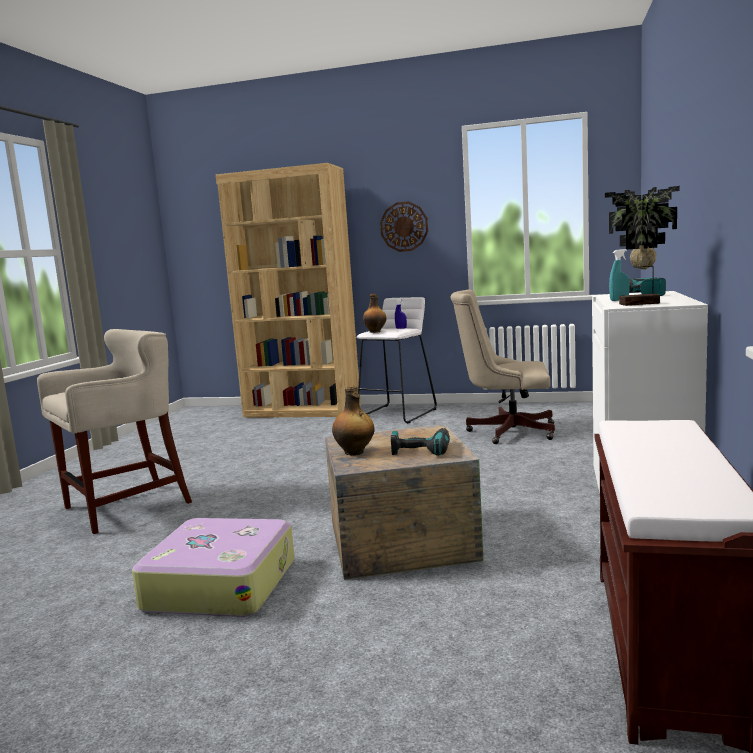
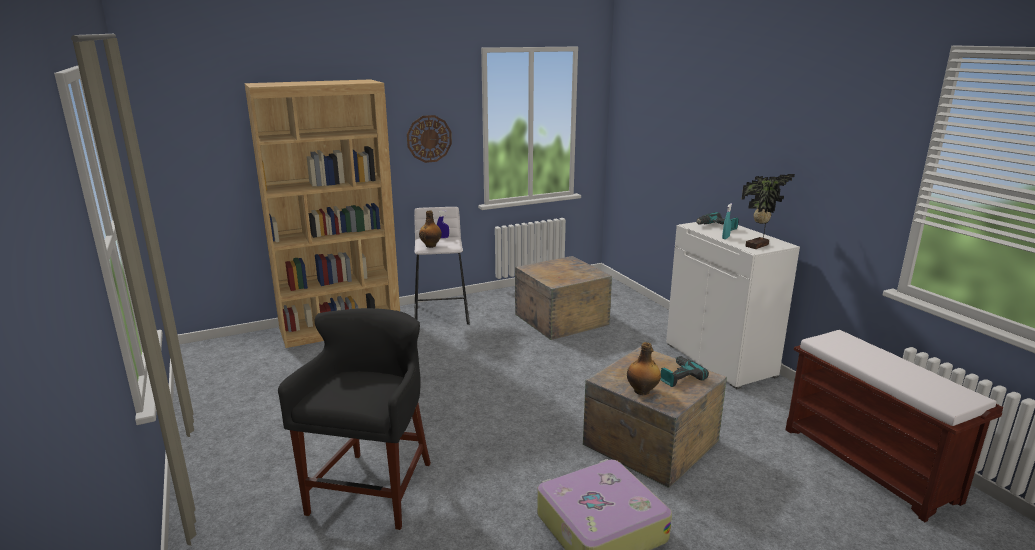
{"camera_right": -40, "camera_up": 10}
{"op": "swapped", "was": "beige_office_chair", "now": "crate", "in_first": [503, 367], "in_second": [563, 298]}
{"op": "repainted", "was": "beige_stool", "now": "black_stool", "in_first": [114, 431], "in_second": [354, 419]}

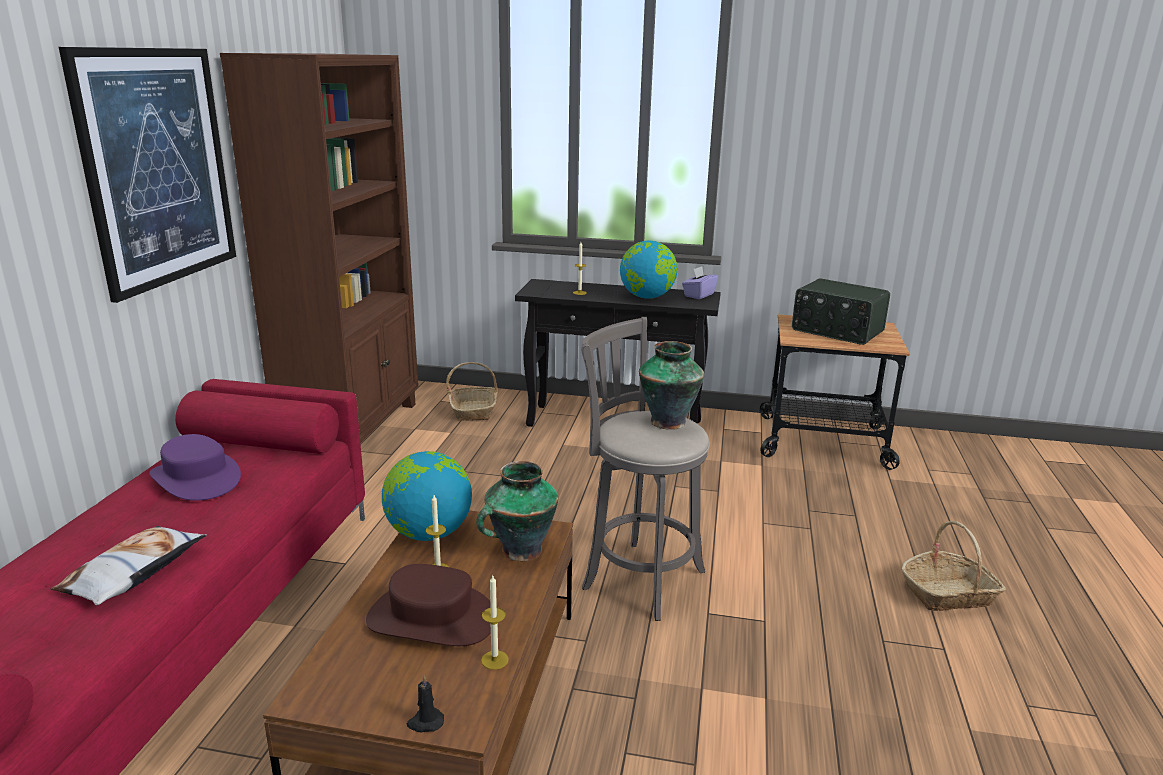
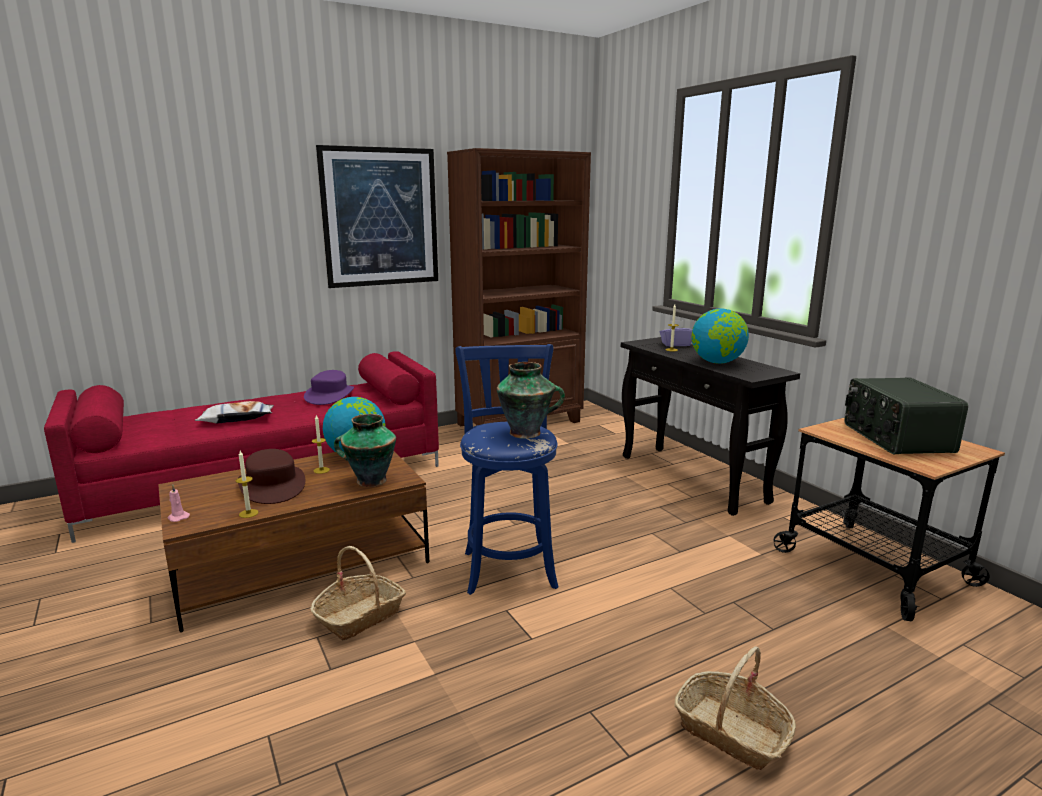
{"camera_right": 50, "camera_up": -5}
{"op": "shifted", "was": "basket", "in_first": [472, 391], "in_second": [358, 593]}
{"op": "shifted", "was": "purple_tissue_box", "in_first": [700, 282], "in_second": [676, 333]}
{"op": "repainted", "was": "black_candle", "now": "pink_candle", "in_first": [425, 704], "in_second": [179, 503]}
{"op": "repainted", "was": "grey_stool", "now": "blue_stool", "in_first": [645, 469], "in_second": [507, 469]}

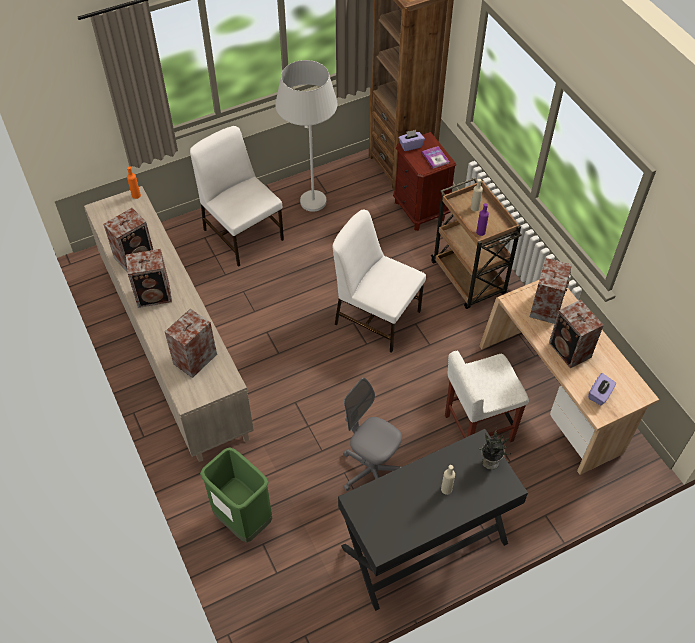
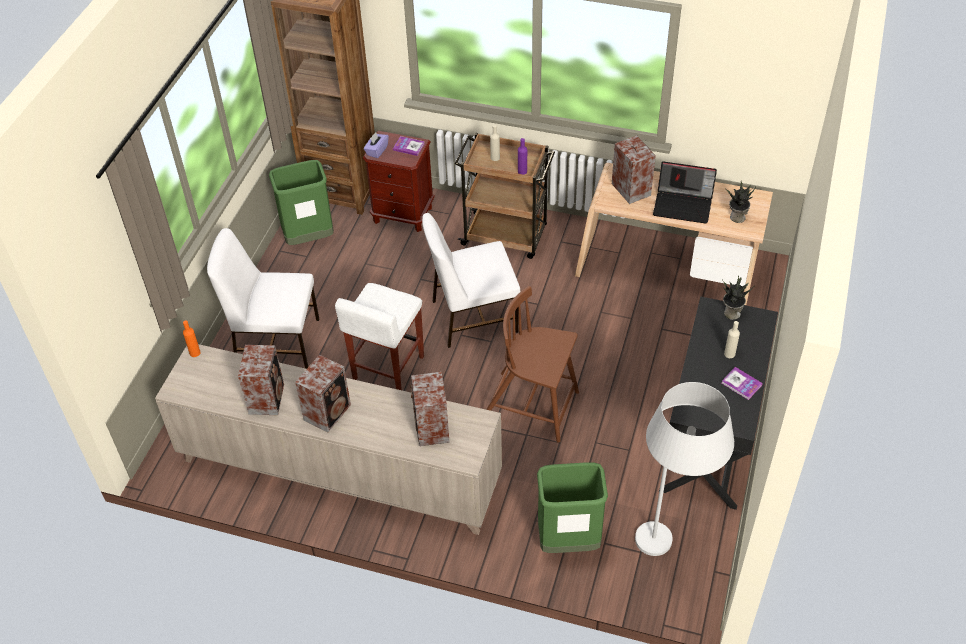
{"camera_right": -45, "camera_up": -5}
{"op": "gone", "was": "grey_office_chair", "in_first": [372, 434]}
{"op": "new", "now": "green_trash_can", "in_second": [301, 202]}
{"op": "new", "now": "brown_chair", "in_second": [532, 364]}
{"op": "new", "now": "book", "in_second": [742, 383]}
{"op": "shifted", "was": "white_floor_lamp", "in_first": [306, 136], "in_second": [684, 469]}
{"op": "shifted", "was": "white_stool", "in_first": [487, 396], "in_second": [379, 336]}
{"op": "swapped", "was": "speaker", "now": "laptop", "in_first": [576, 334], "in_second": [685, 192]}
{"op": "swapped", "was": "purple_tissue_box", "now": "potted_plant", "in_first": [602, 389], "in_second": [740, 202]}

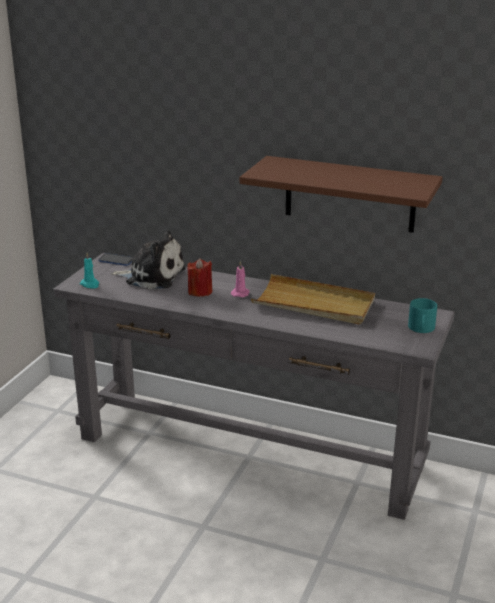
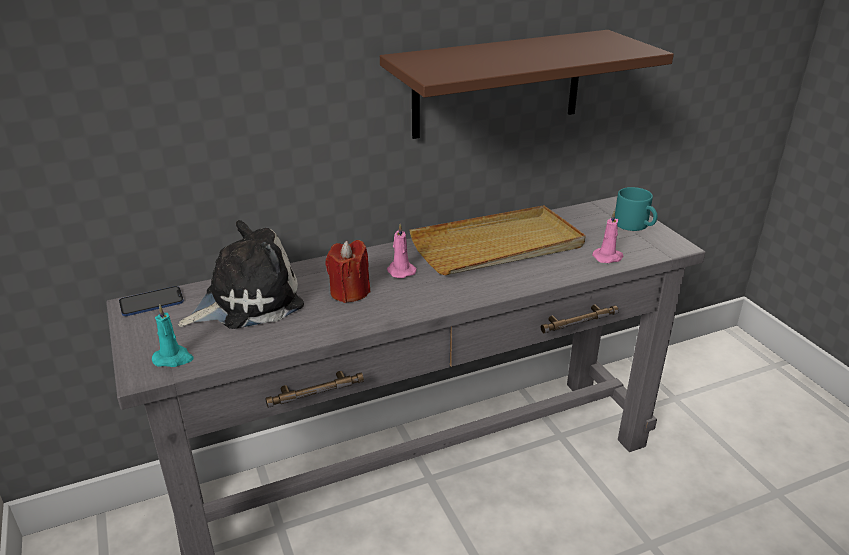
{"camera_right": -45, "camera_up": 5}
{"op": "new", "now": "pink_candle", "in_second": [608, 236]}

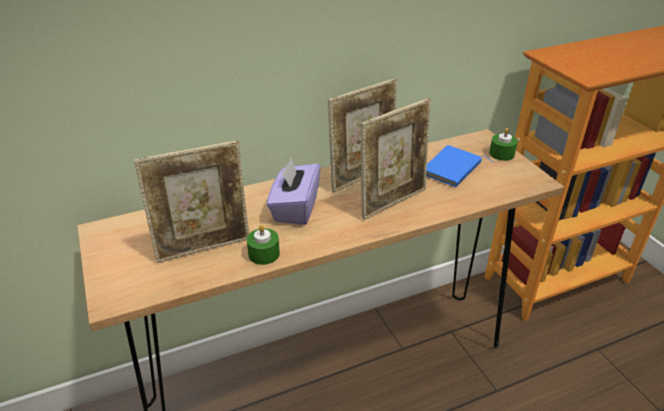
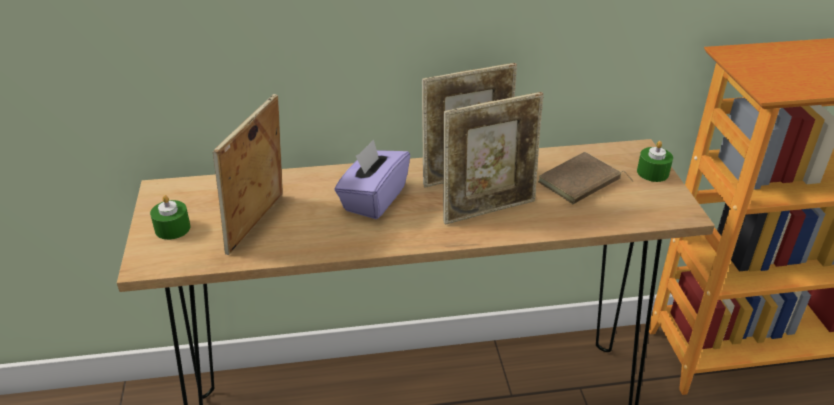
{"camera_right": 15, "camera_up": 0}
{"op": "shifted", "was": "green_candle", "in_first": [263, 244], "in_second": [170, 217]}
{"op": "repainted", "was": "blue_book", "now": "brown_book", "in_first": [459, 166], "in_second": [585, 178]}
{"op": "rotated", "was": "picture_frame", "in_first": [191, 201], "in_second": [248, 174], "clockwise": 120}

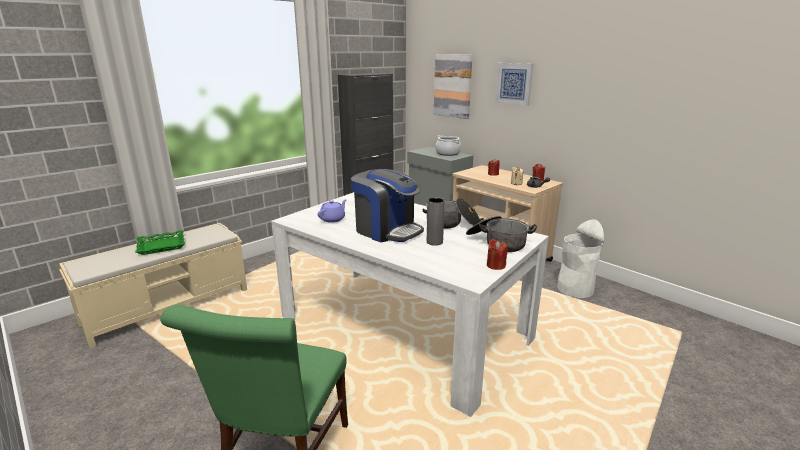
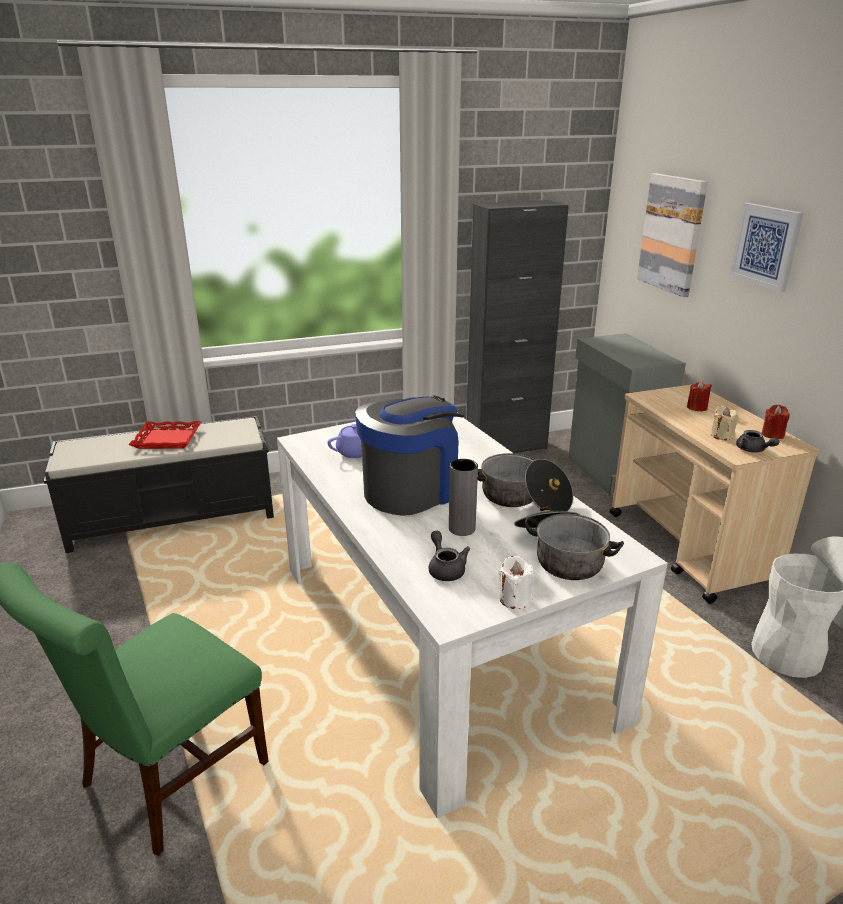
{"camera_right": 25, "camera_up": 5}
{"op": "gone", "was": "cooking_pot", "in_first": [448, 145]}
{"op": "new", "now": "grey_teapot", "in_second": [449, 556]}
{"op": "repainted", "was": "beige_bench", "now": "black_bench", "in_first": [153, 285], "in_second": [159, 484]}
{"op": "repainted", "was": "green_tray", "now": "red_tray", "in_first": [160, 242], "in_second": [164, 435]}
{"op": "repainted", "was": "red_candle", "now": "white_candle", "in_first": [497, 254], "in_second": [516, 582]}
{"op": "rotated", "was": "coffee_machine", "in_first": [387, 205], "in_second": [410, 456], "clockwise": -105}

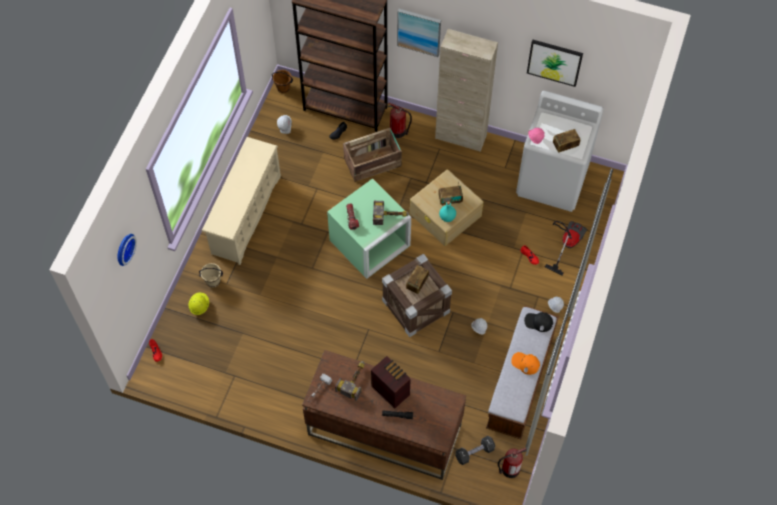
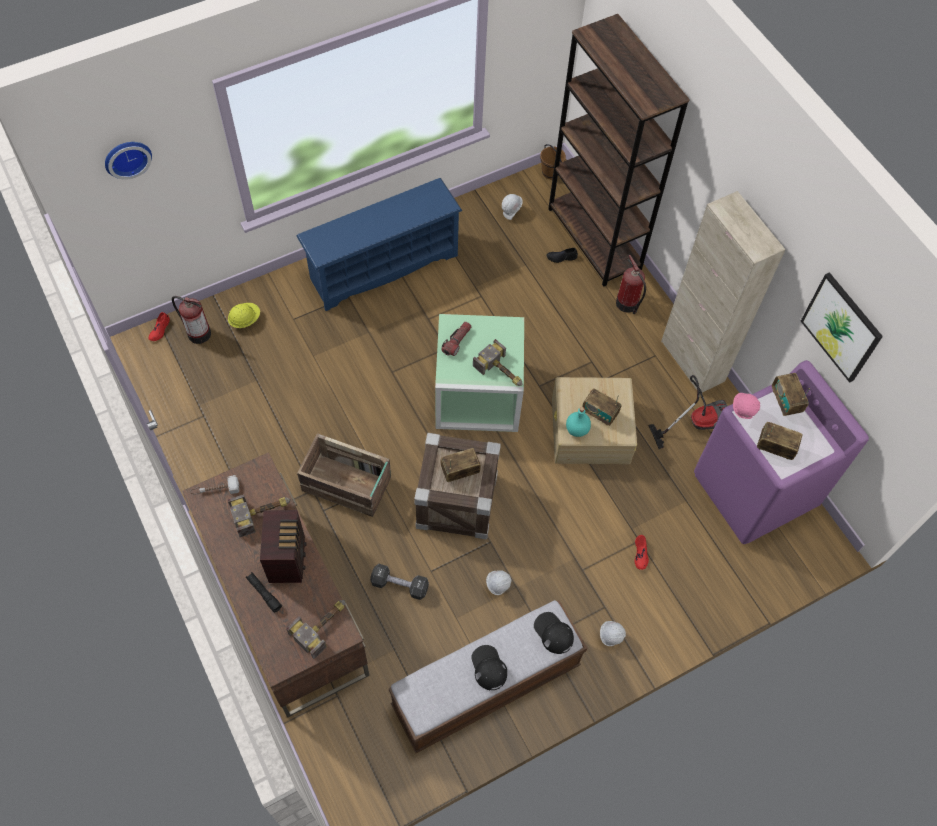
{"camera_right": 40, "camera_up": 0}
{"op": "gone", "was": "beige_bucket", "in_first": [211, 275]}
{"op": "gone", "was": "picture", "in_first": [419, 33]}
{"op": "new", "now": "hammer", "in_second": [316, 629]}
{"op": "new", "now": "radio", "in_second": [791, 394]}
{"op": "shifted", "was": "crate", "in_first": [372, 155], "in_second": [344, 475]}
{"op": "shifted", "was": "black_dumbbell", "in_first": [475, 450], "in_second": [399, 582]}
{"op": "shifted", "was": "fire_extinguisher", "in_first": [512, 463], "in_second": [191, 320]}
{"op": "shifted", "was": "vacuum_cleaner", "in_first": [566, 248], "in_second": [688, 412]}
{"op": "repainted", "was": "beige_shoe_rack", "now": "blue_shoe_rack", "in_first": [241, 201], "in_second": [379, 244]}
{"op": "repainted", "was": "orange_cap", "now": "black_cap", "in_first": [525, 363], "in_second": [489, 667]}
{"op": "repainted", "was": "white_washing_machine", "now": "purple_washing_machine", "in_first": [560, 151], "in_second": [781, 452]}

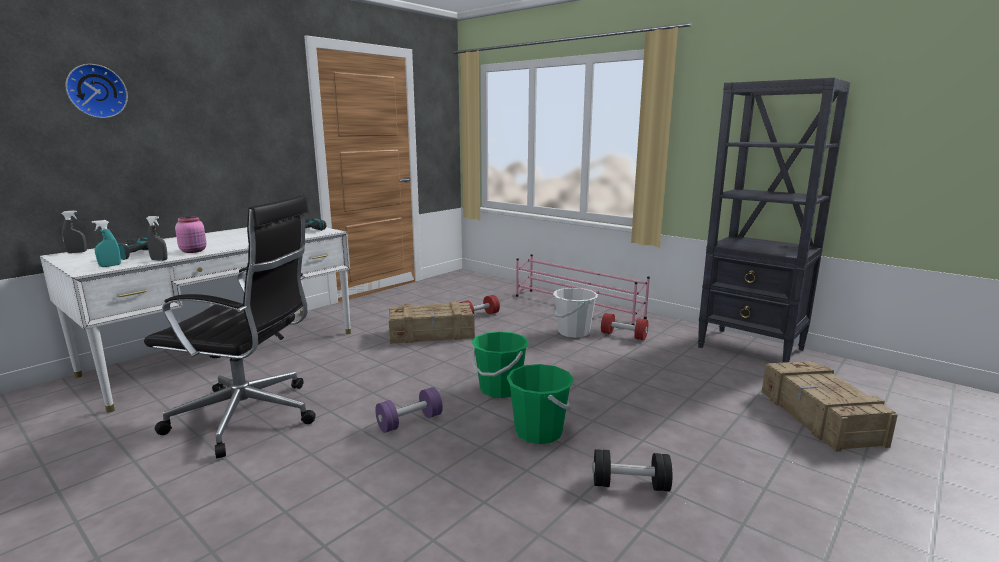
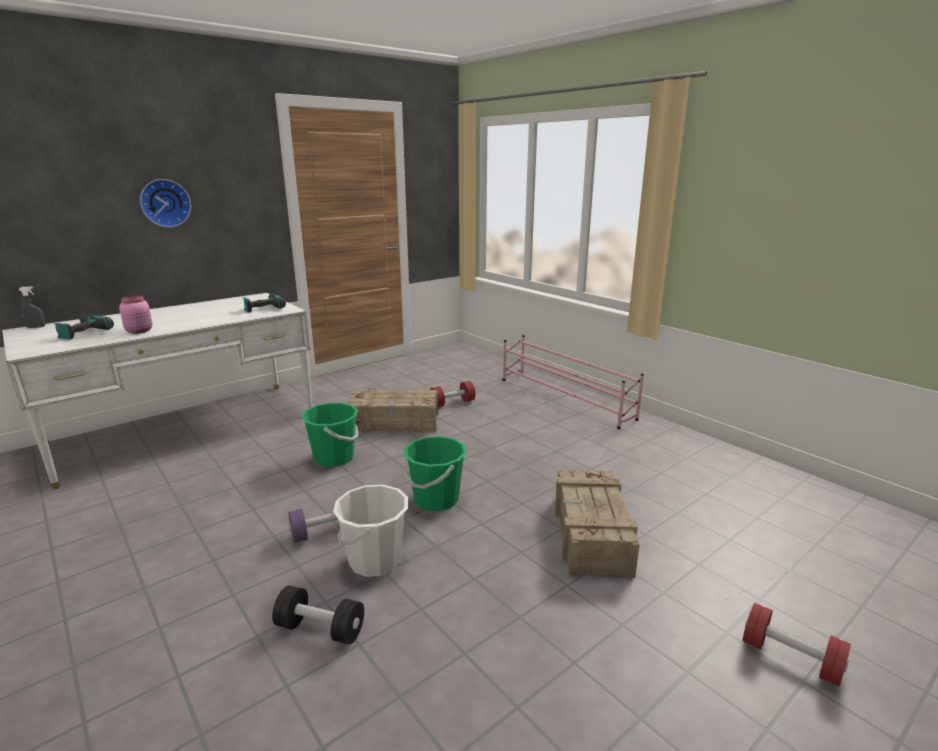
{"camera_right": 10, "camera_up": 5}
{"op": "gone", "was": "turquoise_spray_bottle", "in_first": [106, 243]}
{"op": "gone", "was": "black_office_chair", "in_first": [230, 326]}
{"op": "gone", "was": "grey_spray_bottle", "in_first": [157, 238]}
{"op": "gone", "was": "black_bookcase", "in_first": [773, 220]}
{"op": "shifted", "was": "wall_clock", "in_first": [96, 91], "in_second": [165, 203]}
{"op": "shifted", "was": "green_bucket", "in_first": [540, 404], "in_second": [330, 435]}
{"op": "shifted", "was": "white_bucket", "in_first": [575, 313], "in_second": [370, 531]}
{"op": "shifted", "was": "black_dumbbell", "in_first": [632, 470], "in_second": [318, 615]}
{"op": "shifted", "was": "red_dumbbell", "in_first": [624, 326], "in_second": [797, 645]}
{"op": "shifted", "was": "crate", "in_first": [830, 406], "in_second": [597, 523]}

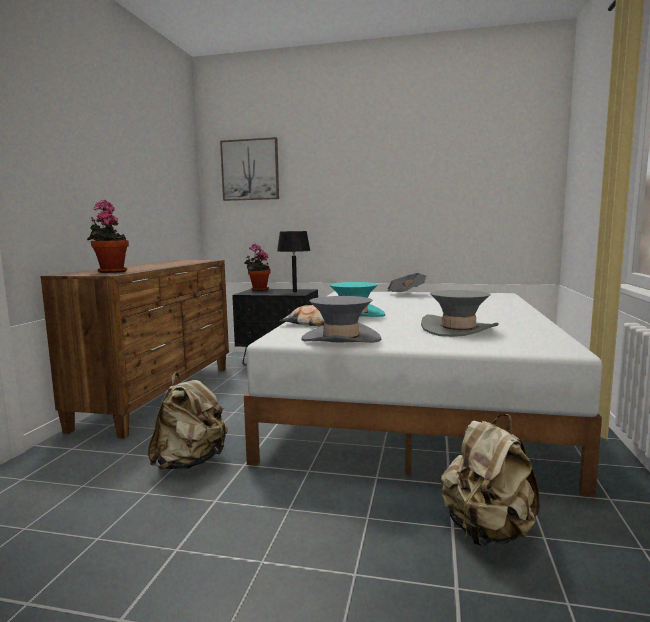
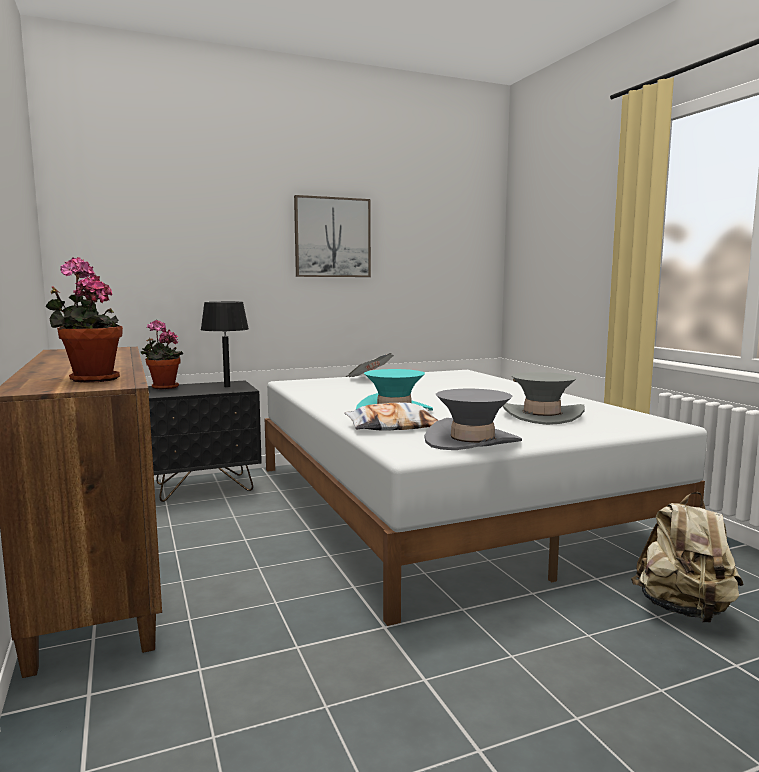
{"camera_right": -35, "camera_up": 0}
{"op": "gone", "was": "beige_backpack", "in_first": [188, 421]}
{"op": "shifted", "was": "picture", "in_first": [249, 169], "in_second": [332, 236]}

